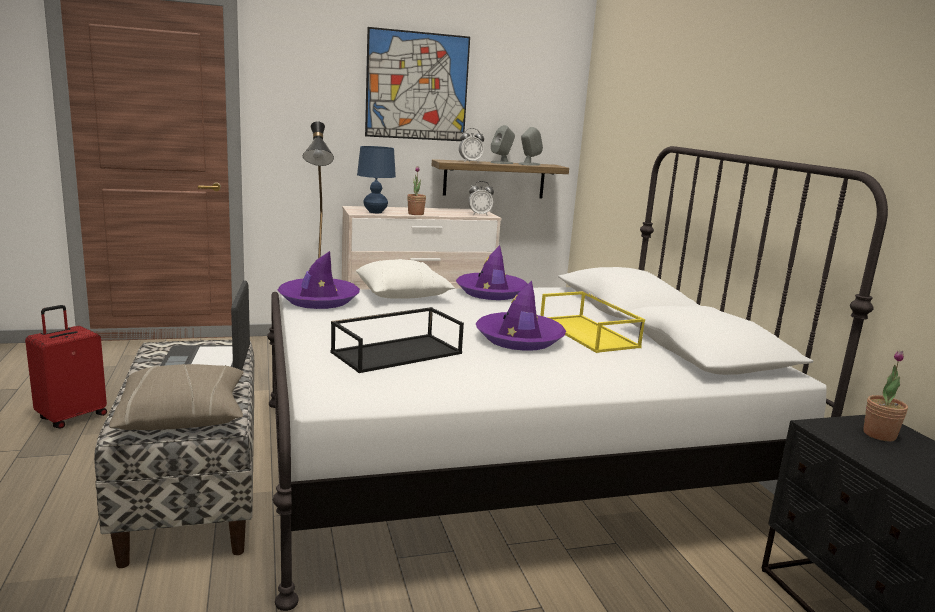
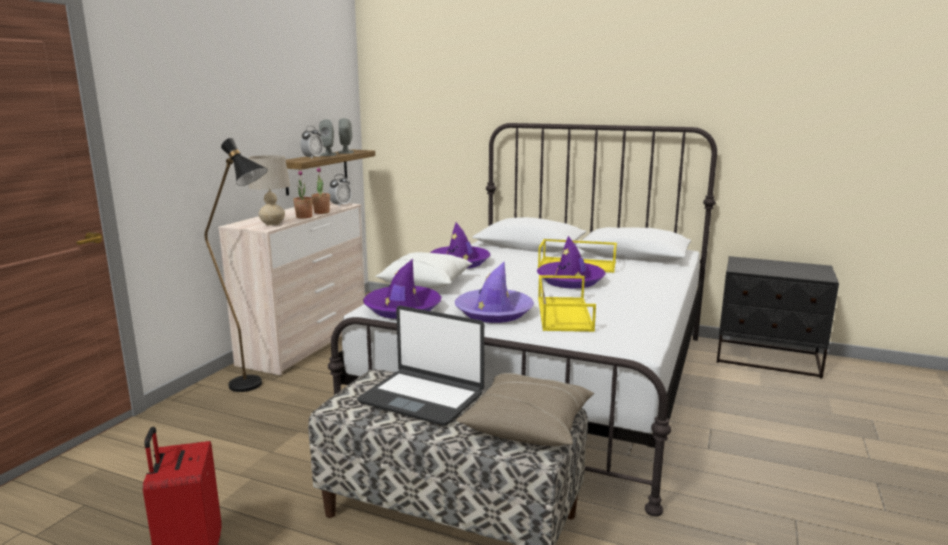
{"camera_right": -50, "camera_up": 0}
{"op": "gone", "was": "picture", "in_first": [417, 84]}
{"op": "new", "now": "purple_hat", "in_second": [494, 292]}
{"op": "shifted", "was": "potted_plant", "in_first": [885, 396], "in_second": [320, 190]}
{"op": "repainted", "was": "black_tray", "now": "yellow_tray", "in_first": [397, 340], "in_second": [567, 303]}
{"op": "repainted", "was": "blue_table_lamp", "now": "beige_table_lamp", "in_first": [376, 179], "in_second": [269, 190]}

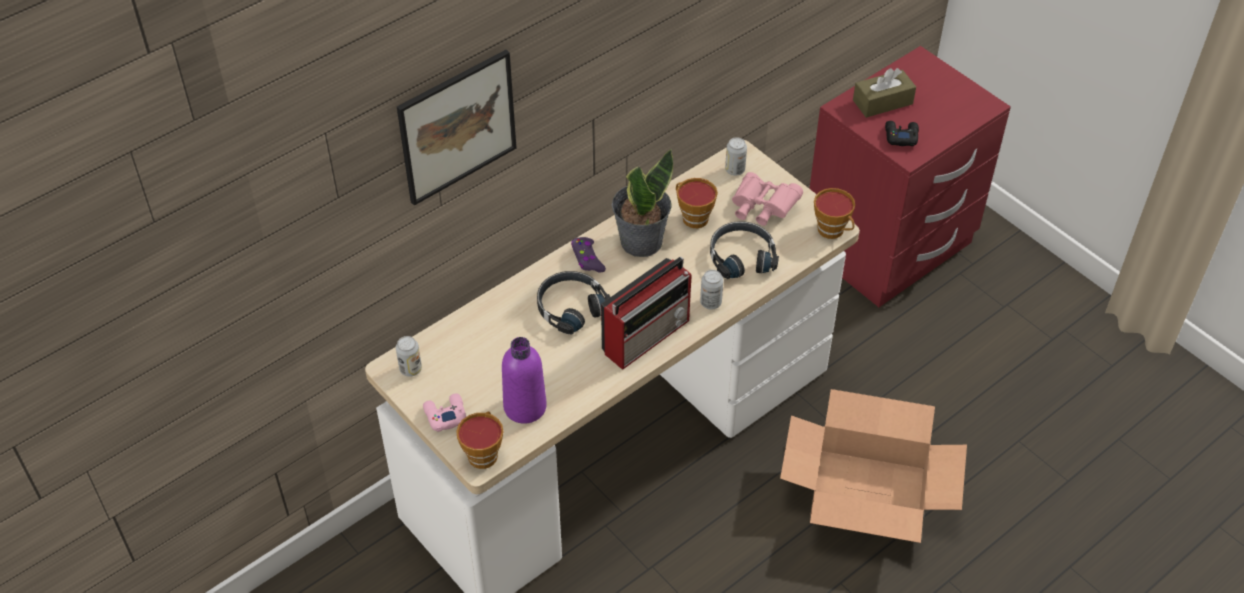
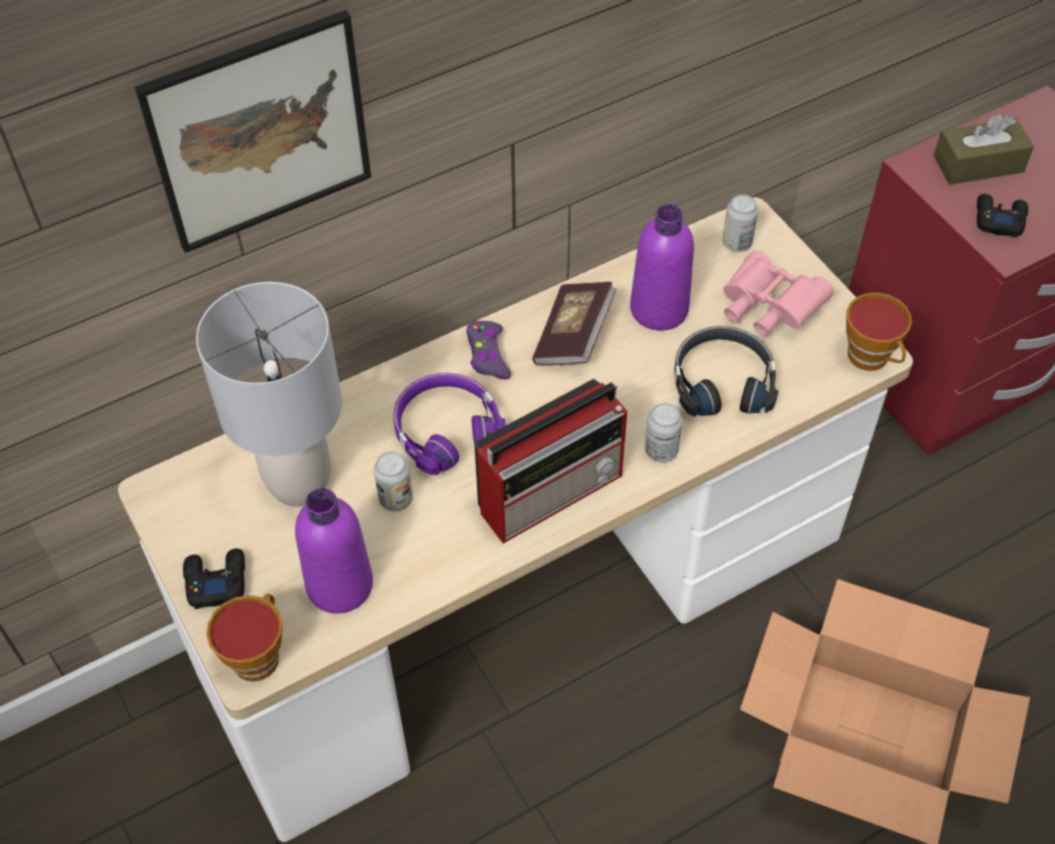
{"camera_right": 10, "camera_up": 5}
{"op": "new", "now": "grey_table_lamp", "in_second": [269, 394]}
{"op": "shifted", "was": "can", "in_first": [409, 356], "in_second": [393, 482]}
{"op": "swapped", "was": "potted_plant", "now": "book", "in_first": [642, 203], "in_second": [574, 324]}
{"op": "swapped", "was": "cup", "now": "purple_bottle", "in_first": [697, 203], "in_second": [662, 267]}
{"op": "repainted", "was": "pink_game_controller", "now": "black_game_controller", "in_first": [444, 413], "in_second": [214, 579]}
{"op": "repainted", "was": "black_headphones", "now": "purple_headphones", "in_first": [573, 303], "in_second": [450, 424]}

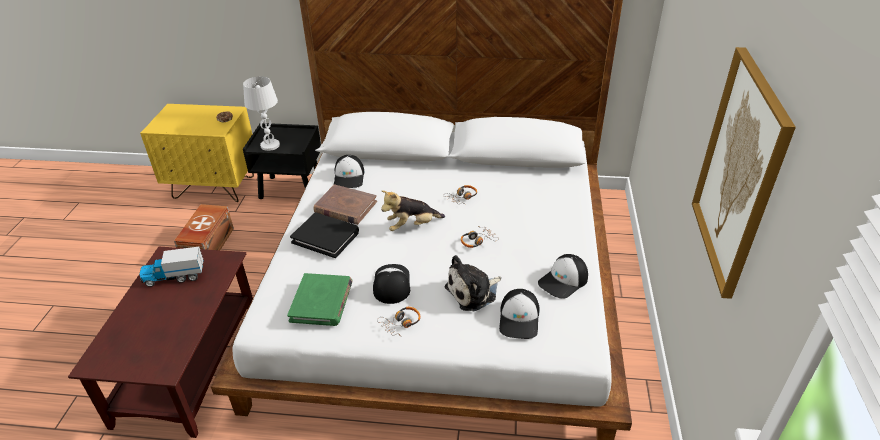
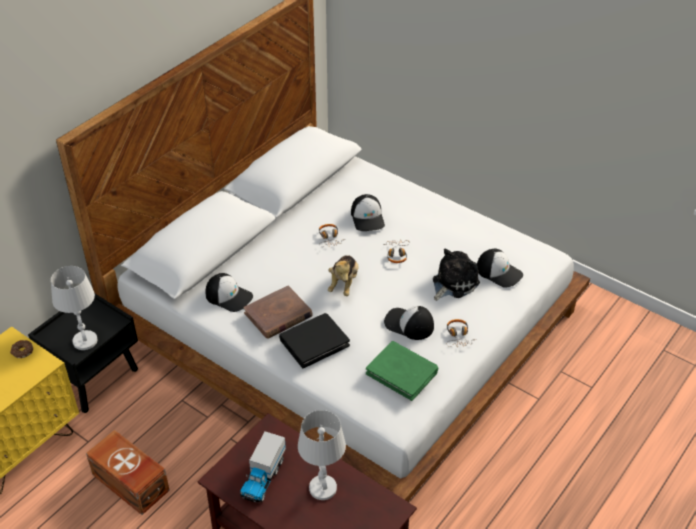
{"camera_right": -60, "camera_up": 5}
{"op": "gone", "was": "picture", "in_first": [744, 173]}
{"op": "new", "now": "white_table_lamp", "in_second": [322, 455]}
{"op": "shifted", "was": "cap", "in_first": [563, 276], "in_second": [368, 212]}
{"op": "rotated", "was": "plush_toy", "in_first": [473, 283], "in_second": [456, 274], "clockwise": -135}

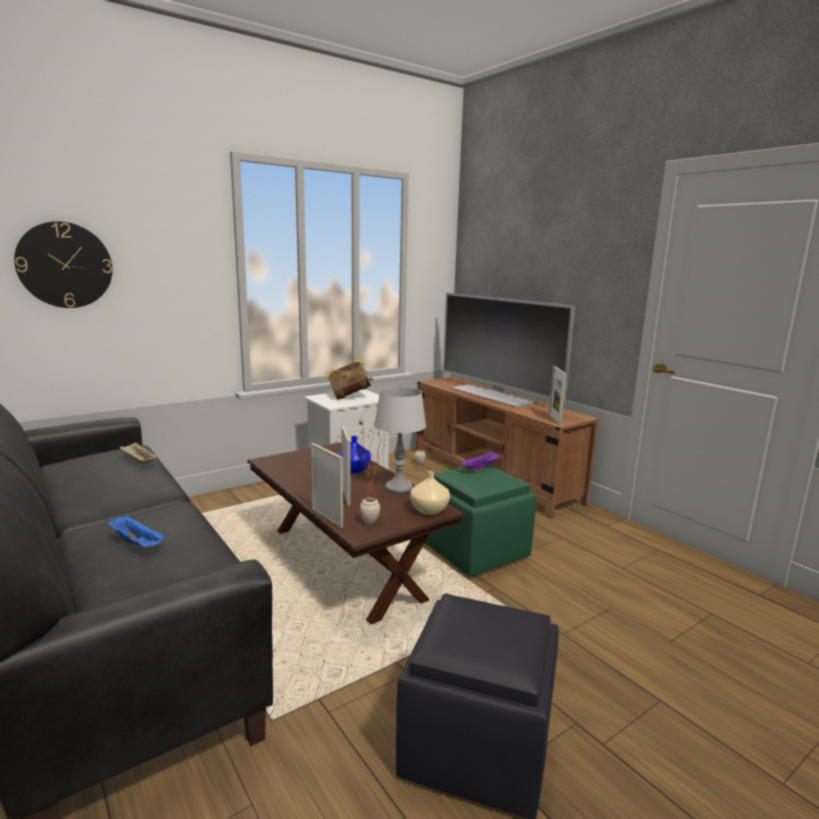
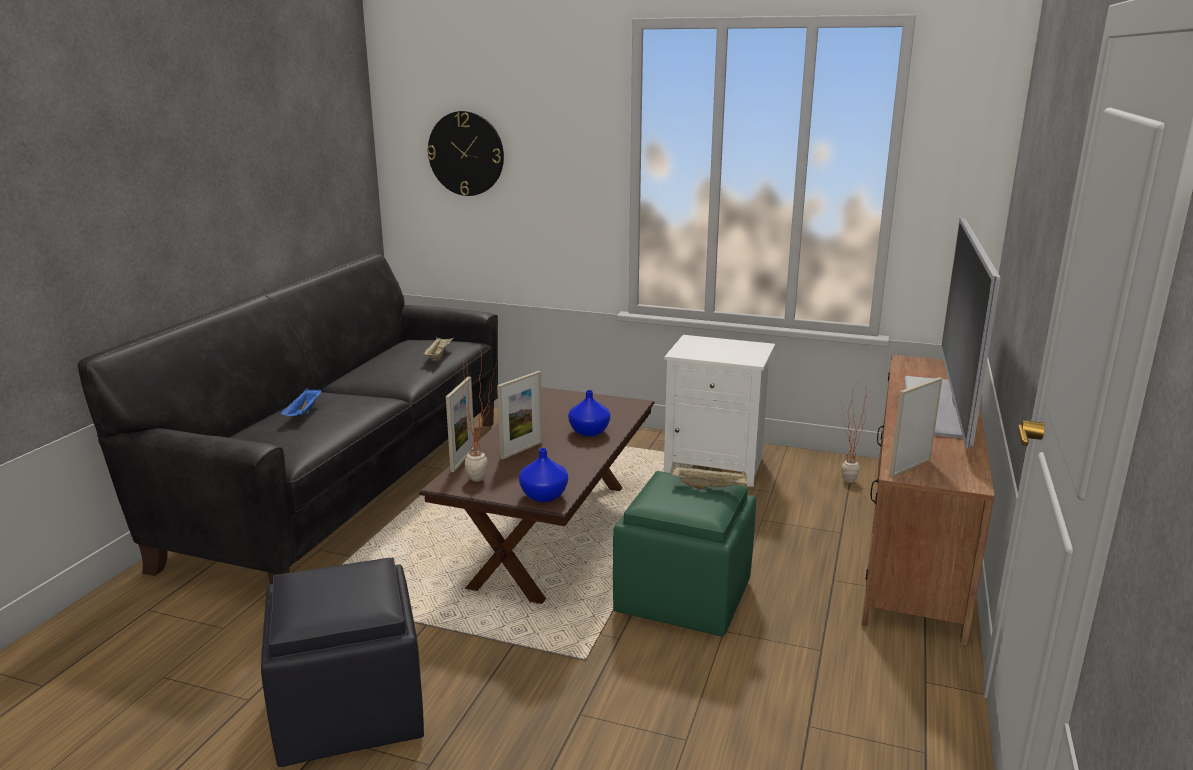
{"camera_right": 55, "camera_up": 5}
{"op": "gone", "was": "book", "in_first": [350, 379]}
{"op": "gone", "was": "grey_table_lamp", "in_first": [400, 440]}
{"op": "repainted", "was": "beige_vase", "now": "blue_vase", "in_first": [430, 493], "in_second": [543, 475]}
{"op": "repainted", "was": "purple_tray", "now": "beige_tray", "in_first": [482, 461], "in_second": [709, 478]}

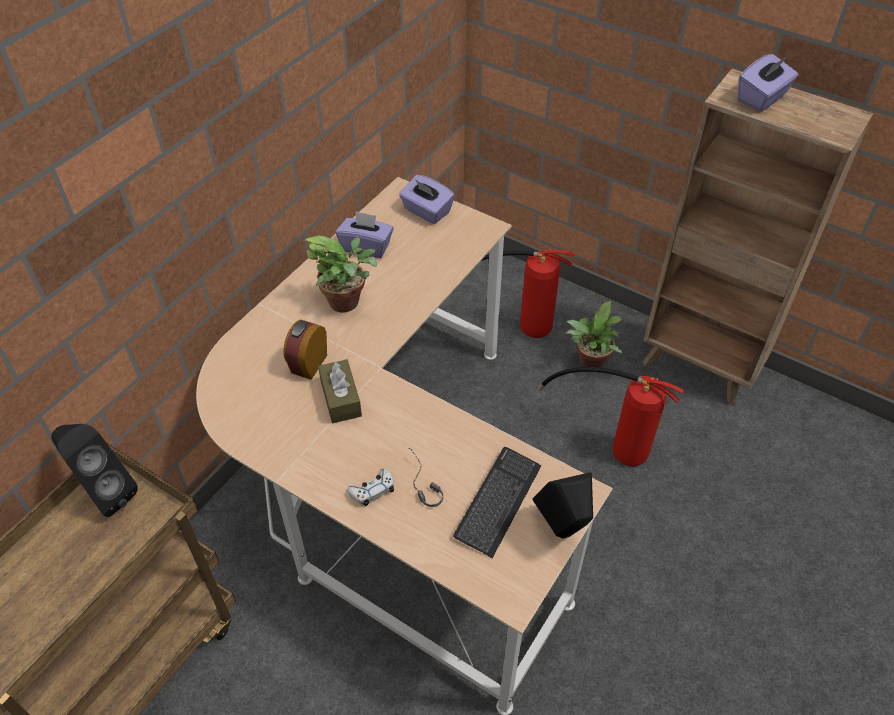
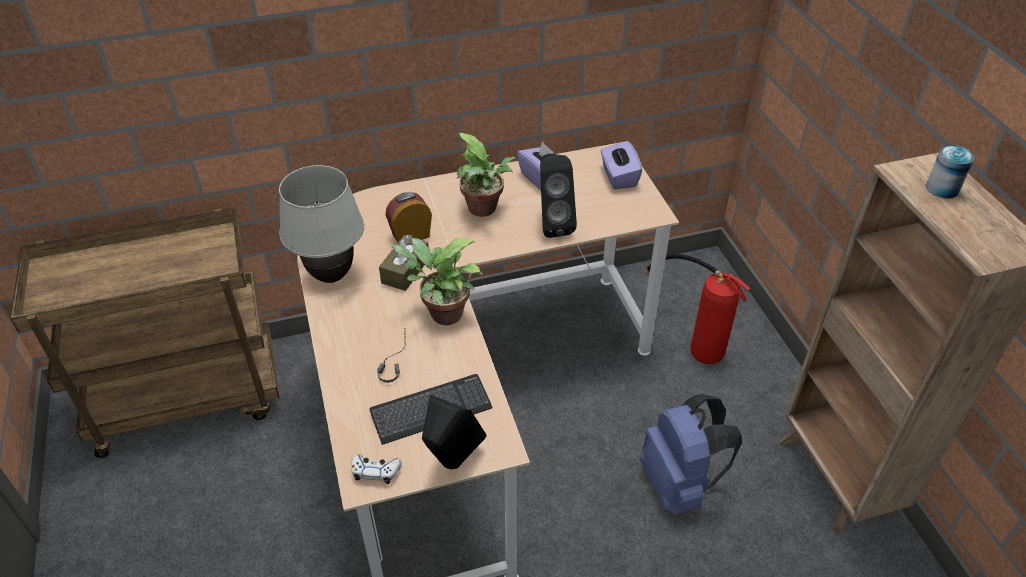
{"camera_right": 40, "camera_up": -5}
{"op": "new", "now": "white_table_lamp", "in_second": [321, 224]}
{"op": "shifted", "was": "black_speaker", "in_first": [94, 470], "in_second": [558, 196]}
{"op": "shifted", "was": "white_game_controller", "in_first": [370, 487], "in_second": [376, 469]}
{"op": "shifted", "was": "potted_plant", "in_first": [593, 334], "in_second": [438, 281]}
{"op": "swapped", "was": "fire_extinguisher", "now": "blue_backpack", "in_first": [611, 416], "in_second": [691, 454]}
{"op": "swapped", "was": "purple_tissue_box", "now": "can", "in_first": [768, 82], "in_second": [950, 172]}

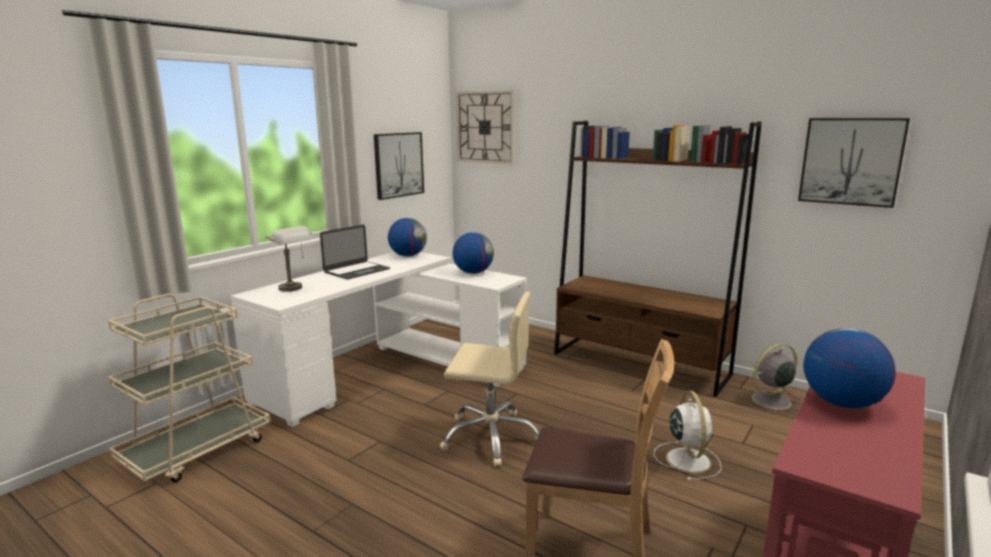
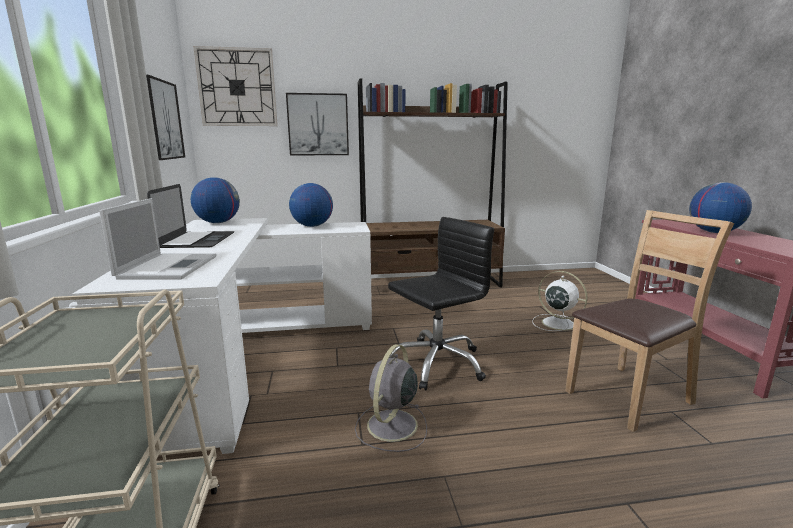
{"camera_right": -45, "camera_up": 0}
{"op": "shifted", "was": "grey_fan", "in_first": [771, 379], "in_second": [391, 398]}
{"op": "shifted", "was": "picture", "in_first": [854, 163], "in_second": [317, 124]}
{"op": "swapped", "was": "grey_table_lamp", "now": "laptop", "in_first": [288, 259], "in_second": [157, 239]}
{"op": "repainted", "was": "beige_office_chair", "now": "black_office_chair", "in_first": [489, 379], "in_second": [441, 303]}

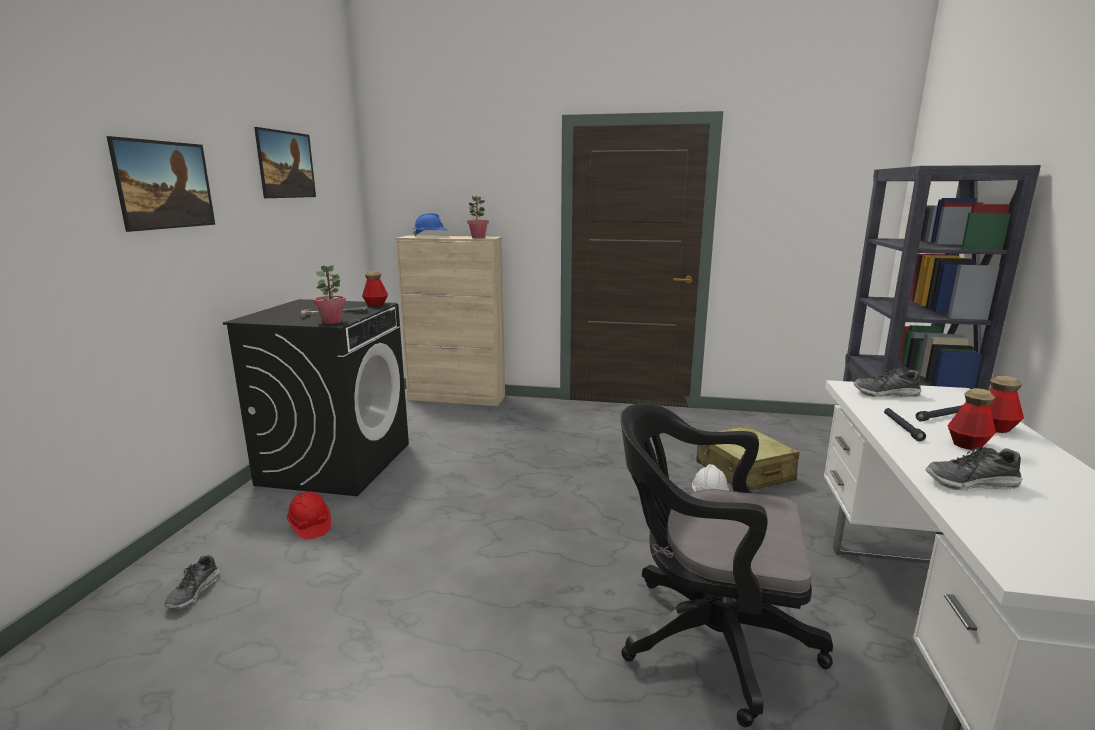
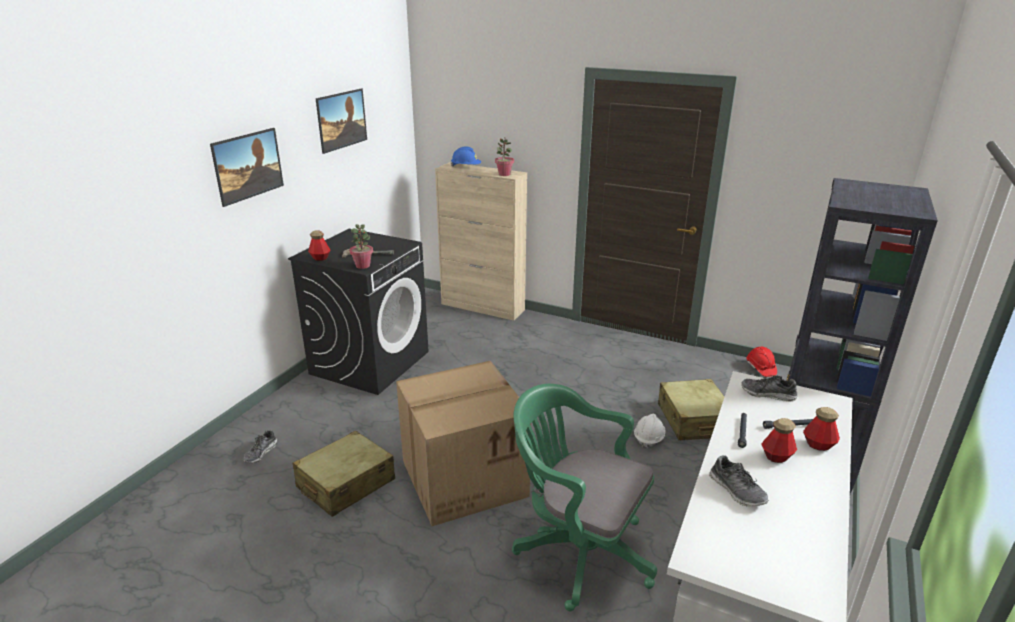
{"camera_right": 15, "camera_up": 10}
{"op": "new", "now": "beige_suitcase", "in_second": [344, 474]}
{"op": "new", "now": "cardboard_box", "in_second": [463, 443]}
{"op": "shifted", "was": "red_hard_hat", "in_first": [309, 515], "in_second": [761, 362]}
{"op": "shifted", "was": "bottle", "in_first": [375, 288], "in_second": [319, 245]}
{"op": "repainted", "was": "black_office_chair", "now": "green_office_chair", "in_first": [727, 565], "in_second": [584, 497]}
{"op": "rotated", "was": "shoe", "in_first": [974, 468], "in_second": [739, 481], "clockwise": -135}

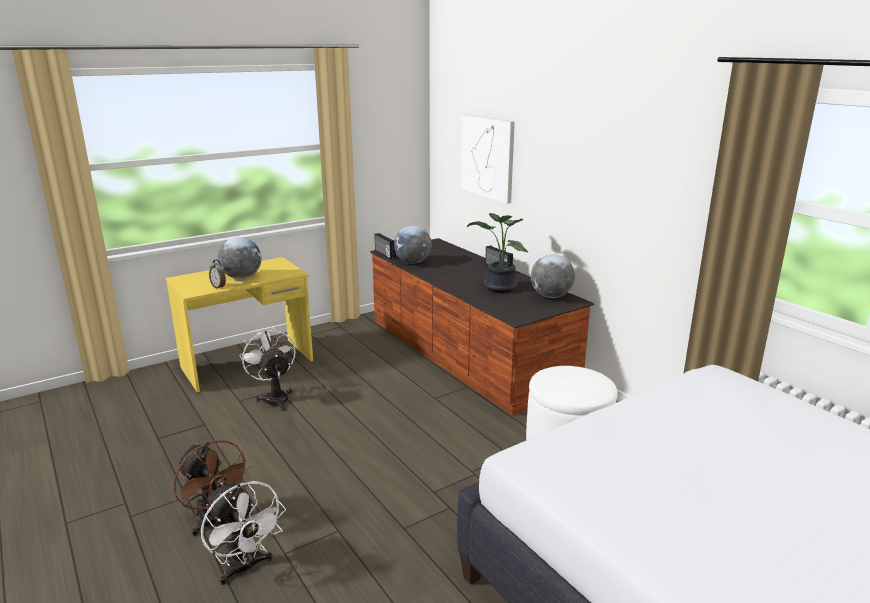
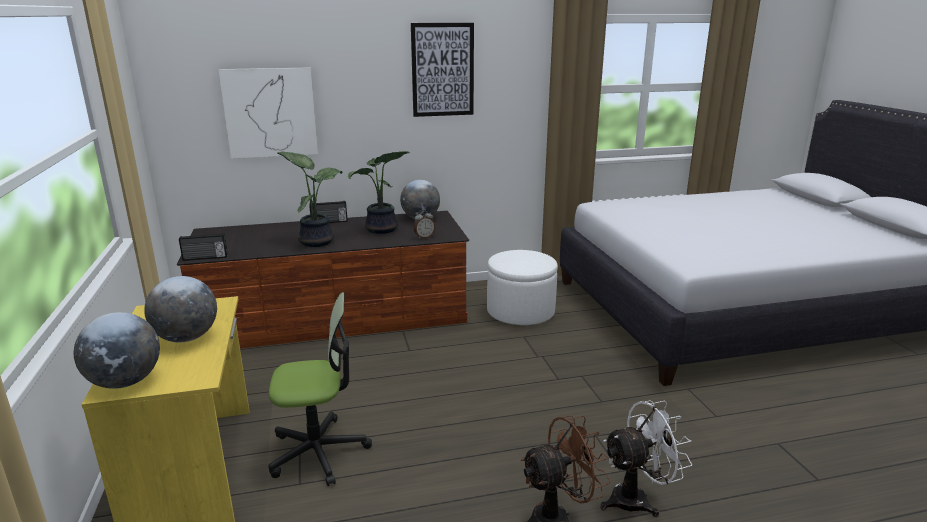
{"camera_right": -70, "camera_up": 0}
{"op": "new", "now": "potted_plant", "in_second": [310, 199]}
{"op": "new", "now": "picture", "in_second": [442, 70]}
{"op": "shifted", "was": "alarm_clock", "in_first": [217, 274], "in_second": [424, 224]}
{"op": "shifted", "was": "globe", "in_first": [413, 245], "in_second": [117, 350]}
{"op": "swapped", "was": "white_fan", "now": "office_chair", "in_first": [267, 369], "in_second": [320, 389]}

